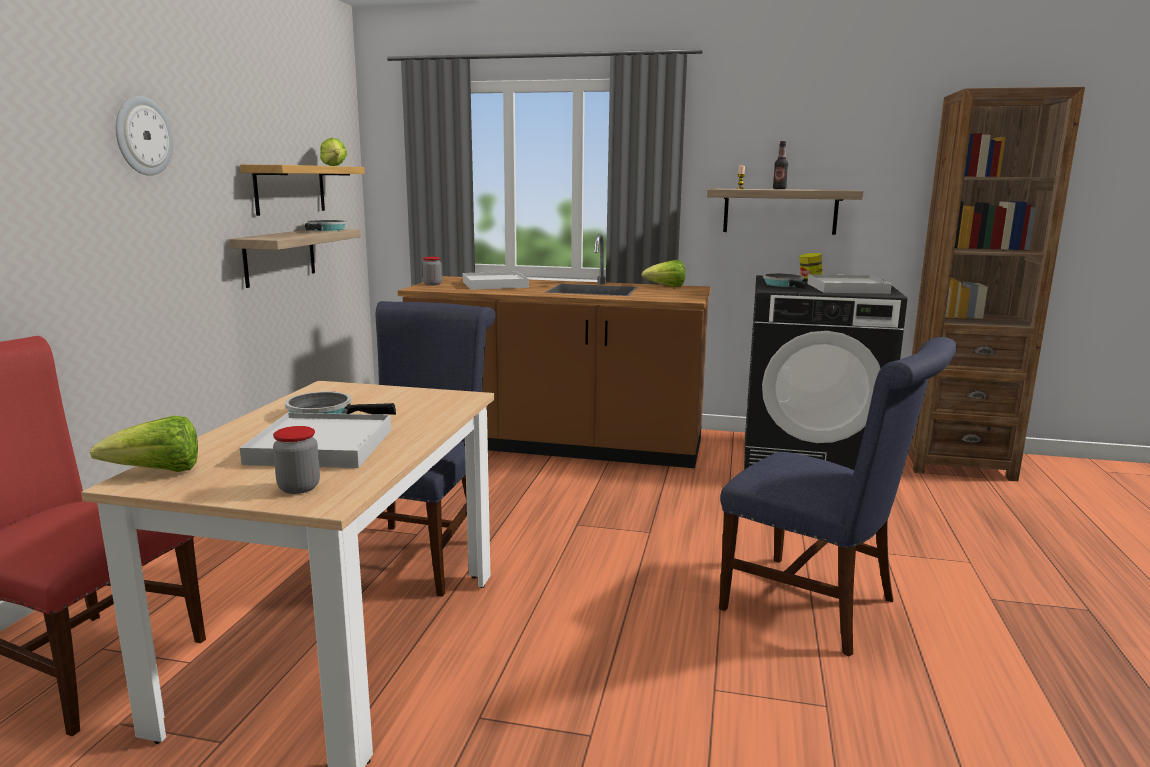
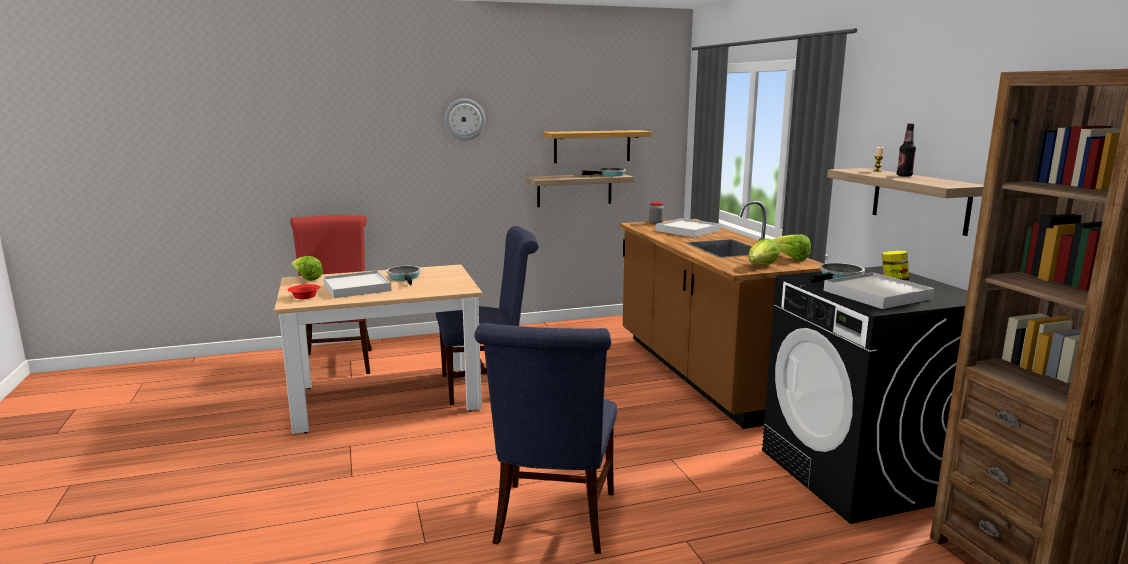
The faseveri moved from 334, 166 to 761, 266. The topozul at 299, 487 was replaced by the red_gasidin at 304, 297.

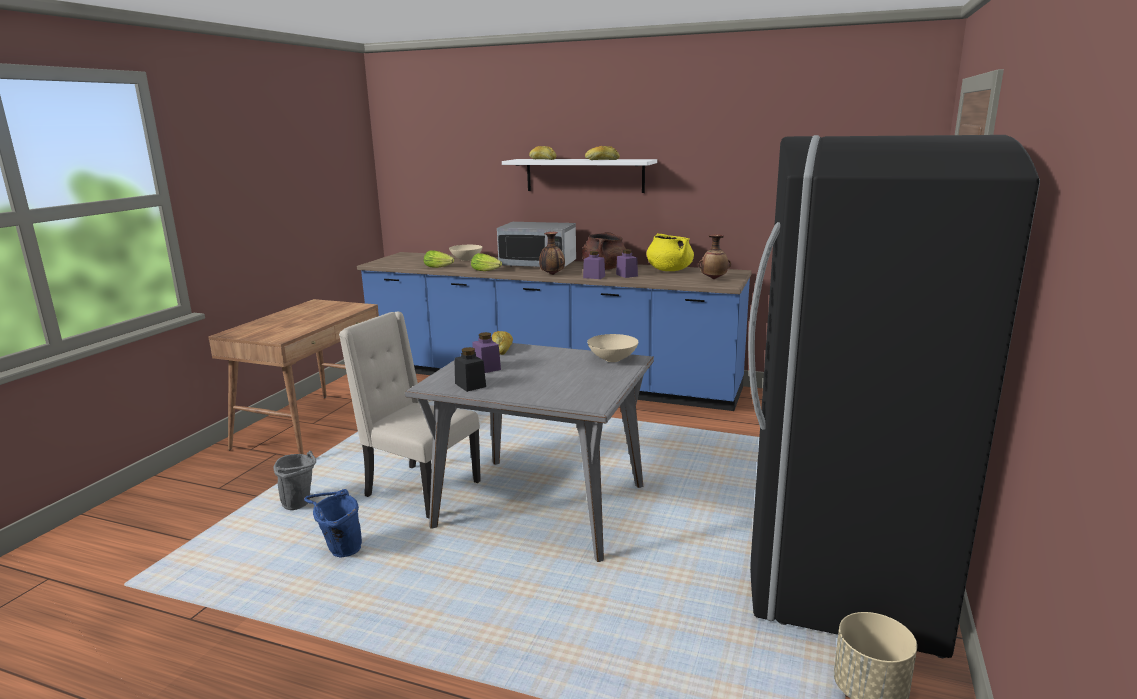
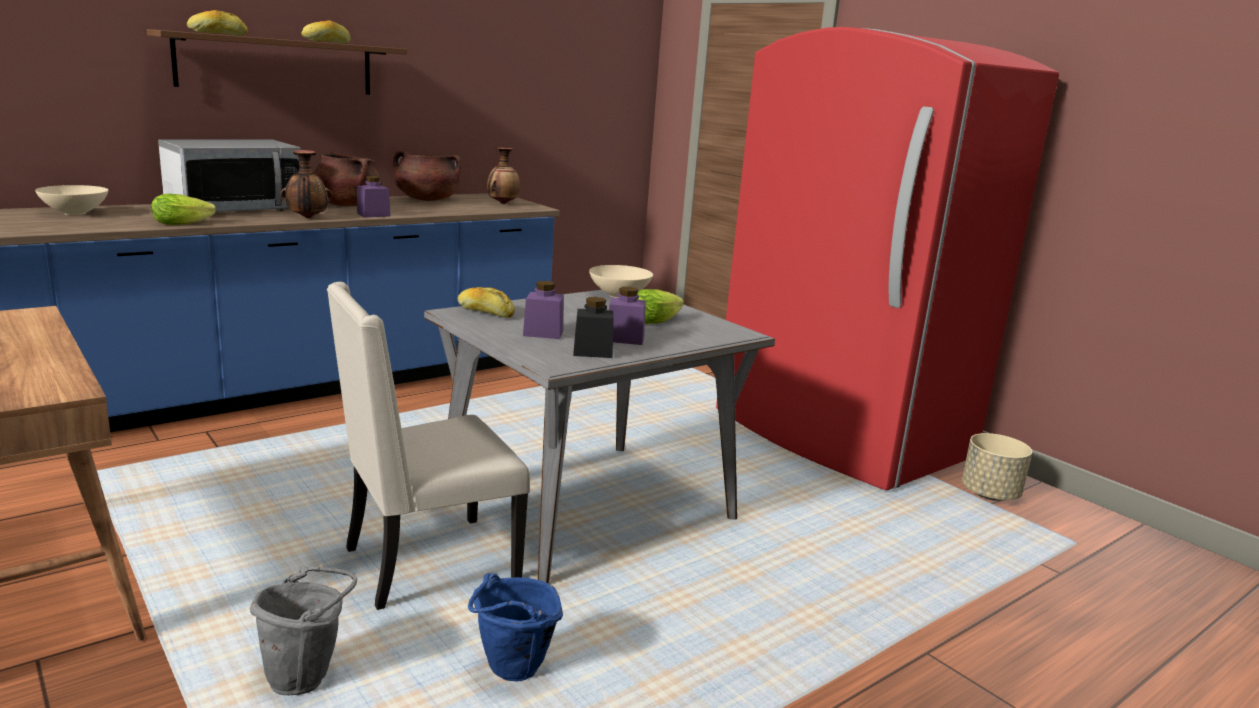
The faseveri moved from 439, 267 to 657, 320. The purple_topozul moved from 626, 275 to 625, 339. The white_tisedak at 584, 175 became the brown_tisedak at 276, 65. The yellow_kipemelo at 669, 270 became the brown_kipemelo at 427, 200. The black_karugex at 842, 564 became the red_karugex at 839, 436.

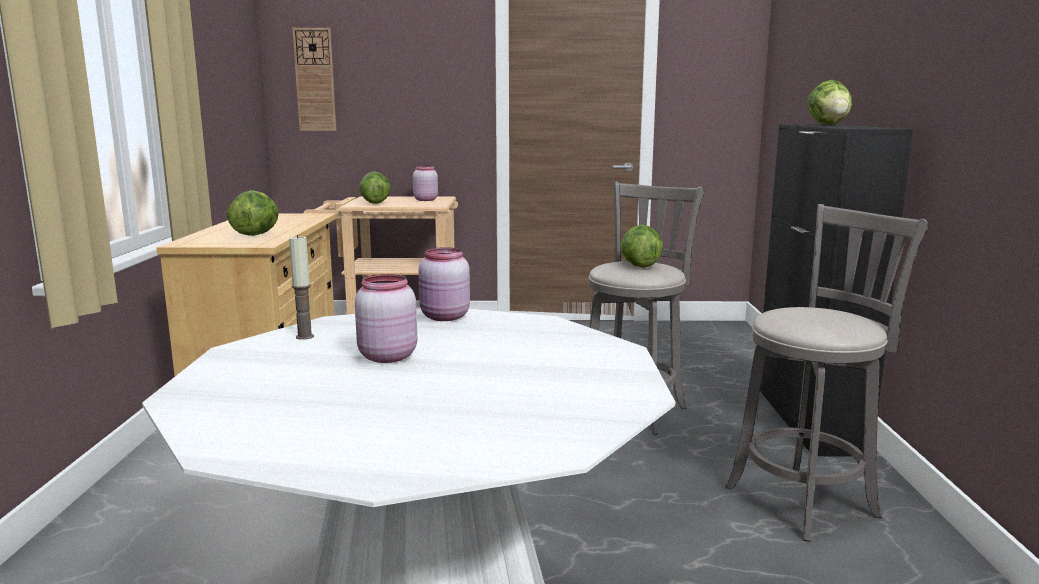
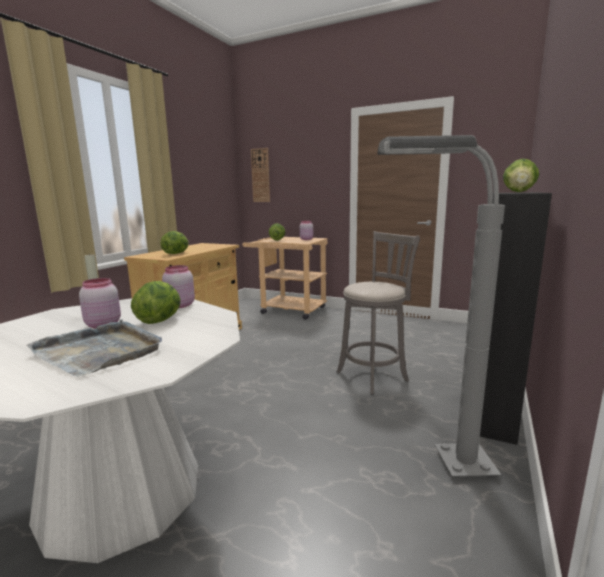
The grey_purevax at 100, 351 appeared. The faseveri moved from 639, 266 to 160, 320. The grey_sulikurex at 806, 500 was replaced by the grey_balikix at 432, 465.

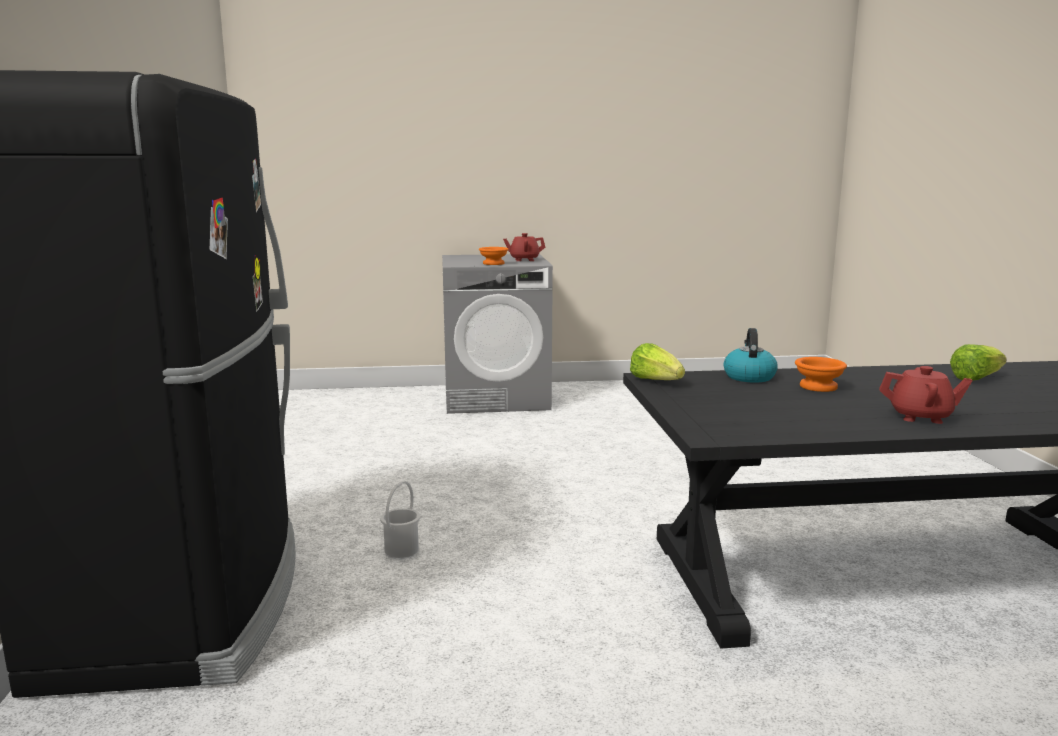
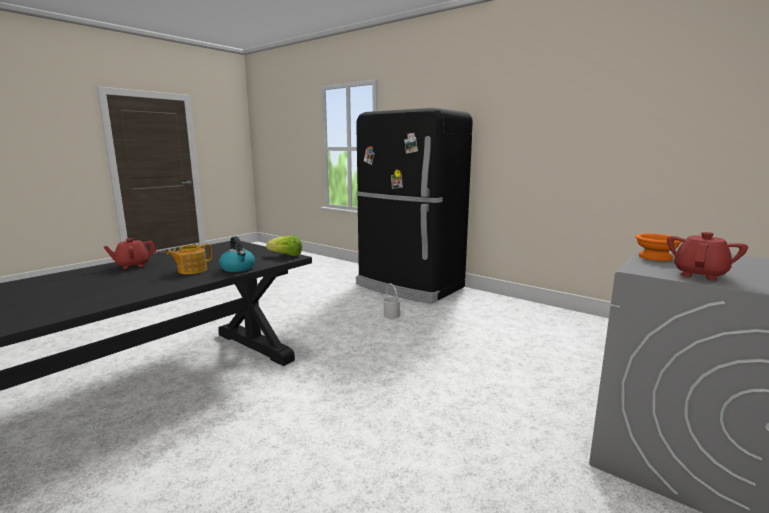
The faseveri at 975, 378 disappeared. The orange_gasidin at 817, 387 was replaced by the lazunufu at 191, 270.

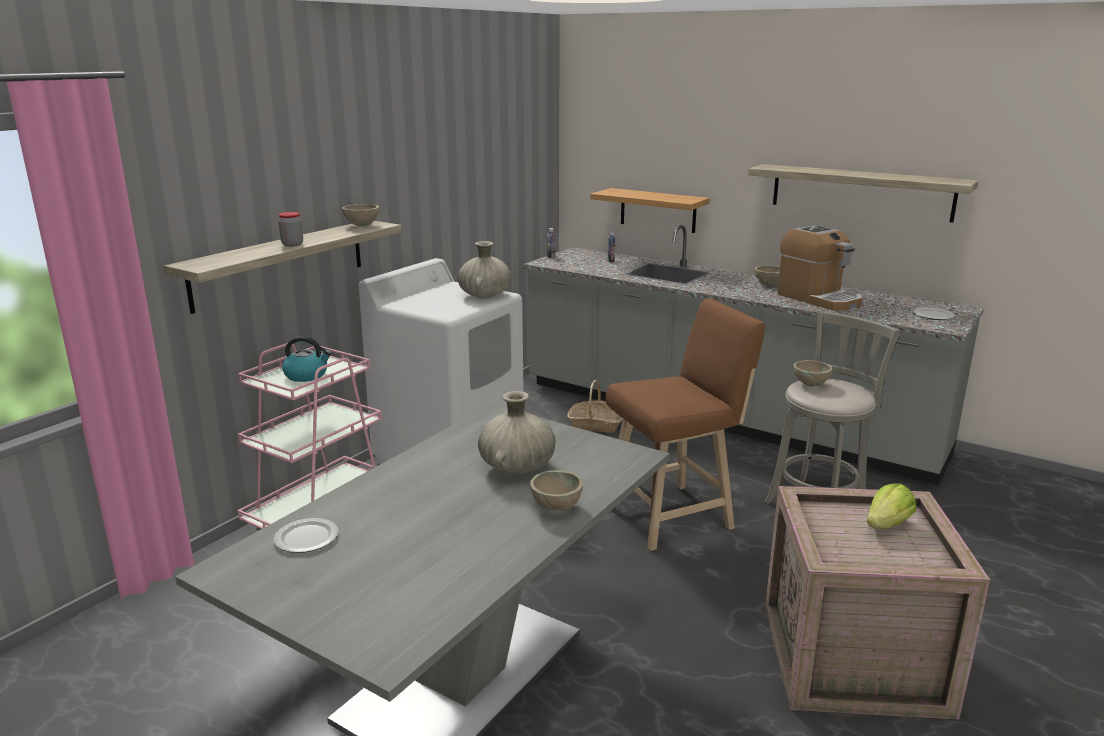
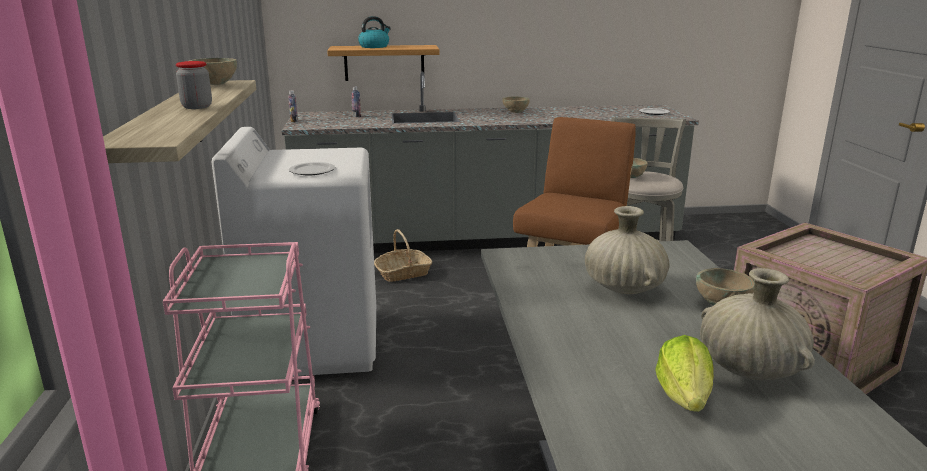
The tisedak at 861, 192 disappeared. The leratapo at 818, 298 disappeared. The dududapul moved from 307, 537 to 312, 170. The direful moved from 307, 375 to 374, 46. The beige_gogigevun moved from 485, 296 to 749, 368. The faseveri moved from 886, 525 to 684, 397.

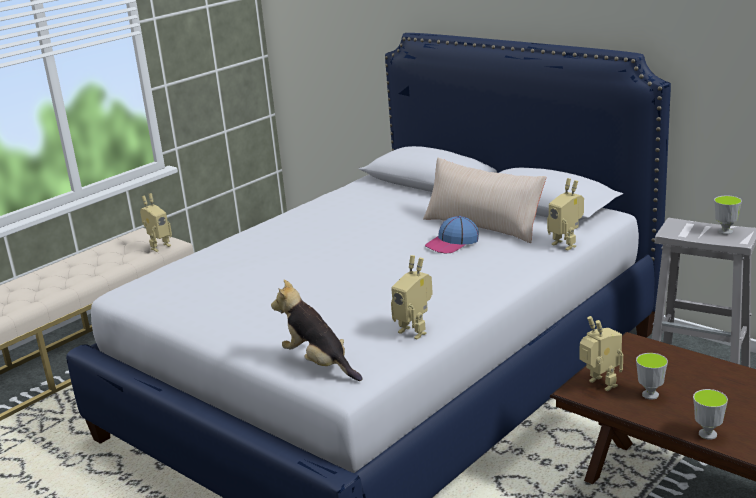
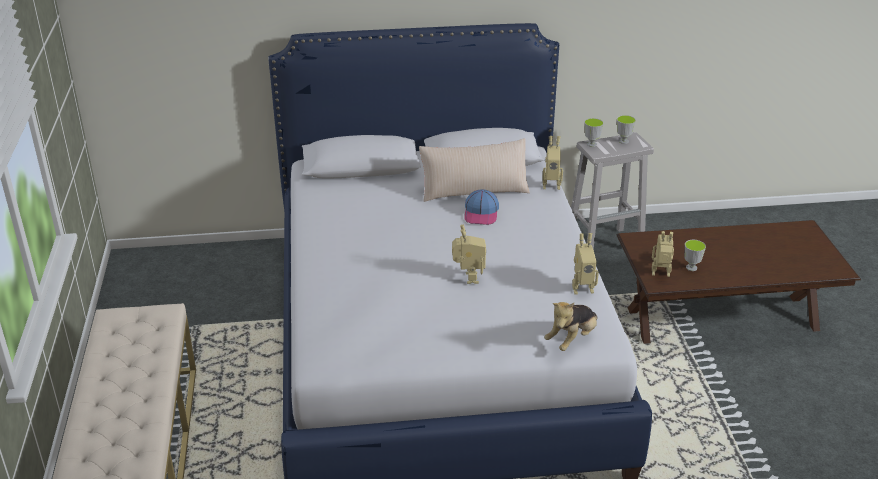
The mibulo moved from 159, 247 to 468, 278. The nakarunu moved from 707, 434 to 591, 144. The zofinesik at 319, 363 turned 45 degrees counterclockwise.

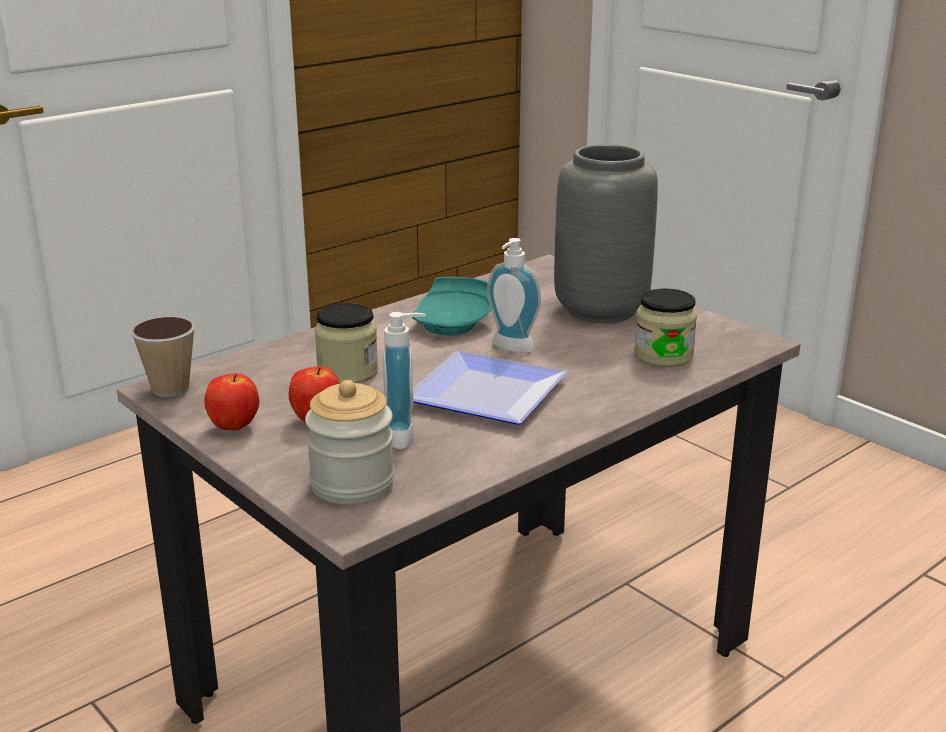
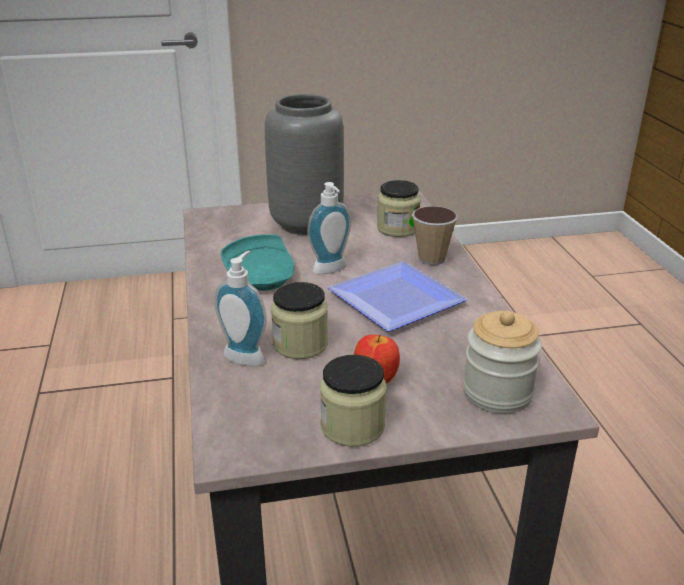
The nakarunu moved from 170, 389 to 431, 259. The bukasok moved from 406, 436 to 247, 355. The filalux at 234, 427 was replaced by the topozul at 352, 426.

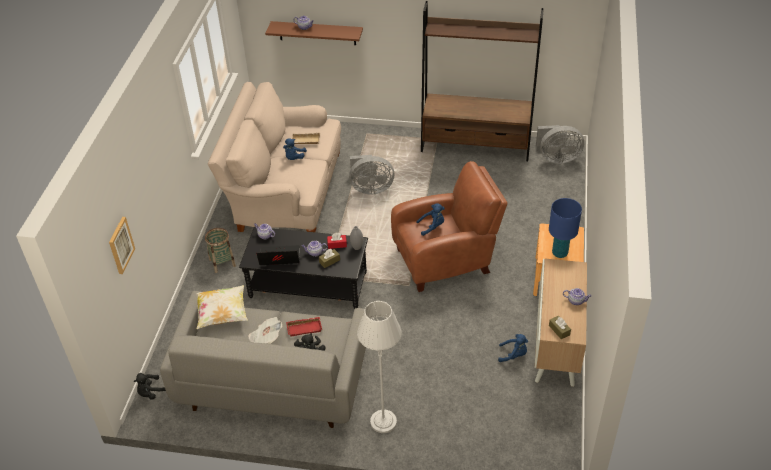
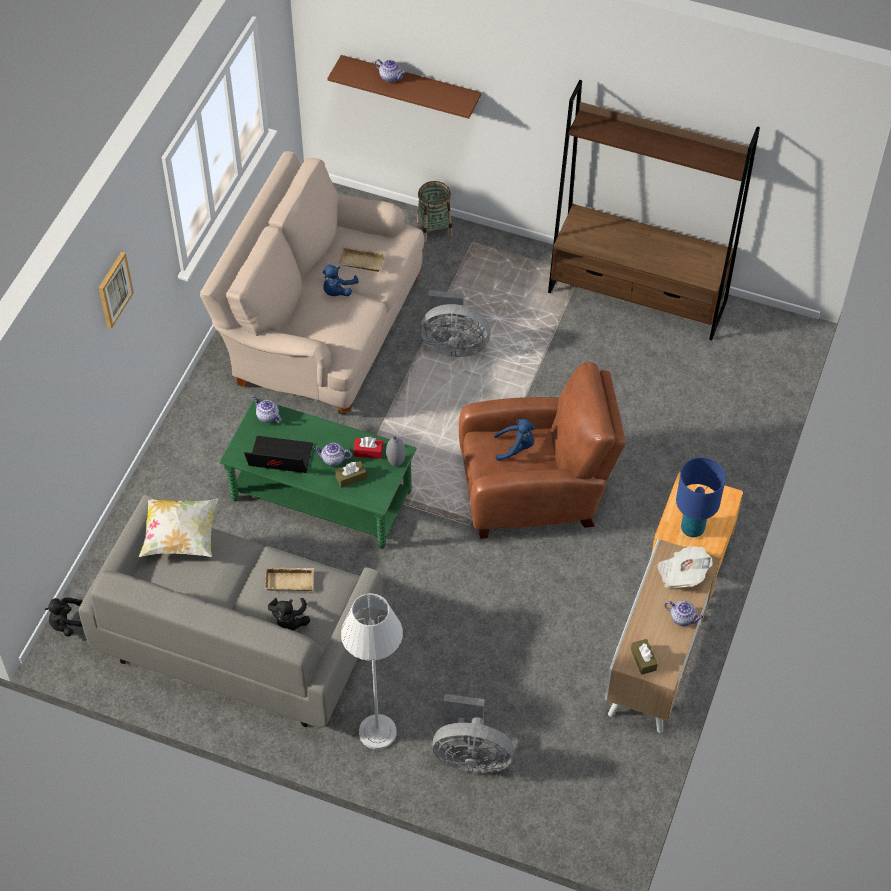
The blue_zofinesik at 513, 355 disappeared. The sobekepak moved from 120, 245 to 114, 289. The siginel moved from 222, 262 to 434, 229. The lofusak moved from 265, 339 to 682, 574. The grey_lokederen moved from 557, 158 to 471, 756. The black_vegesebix at 308, 285 became the green_vegesebix at 321, 495. The red_purevax at 304, 327 became the beige_purevax at 290, 580.

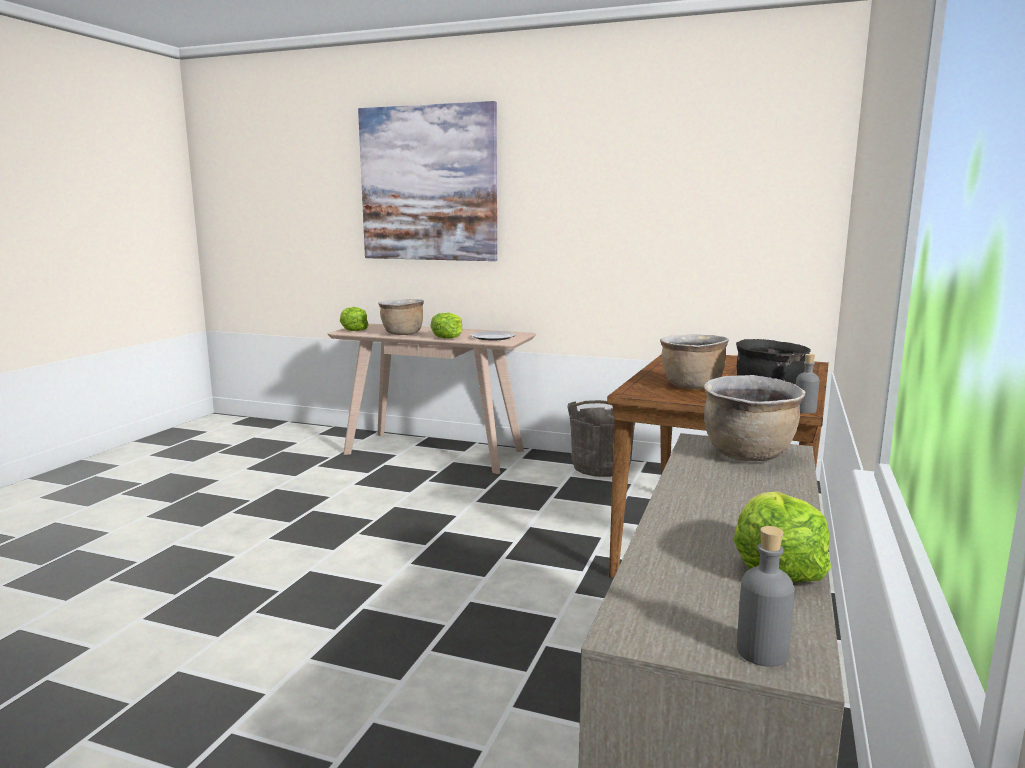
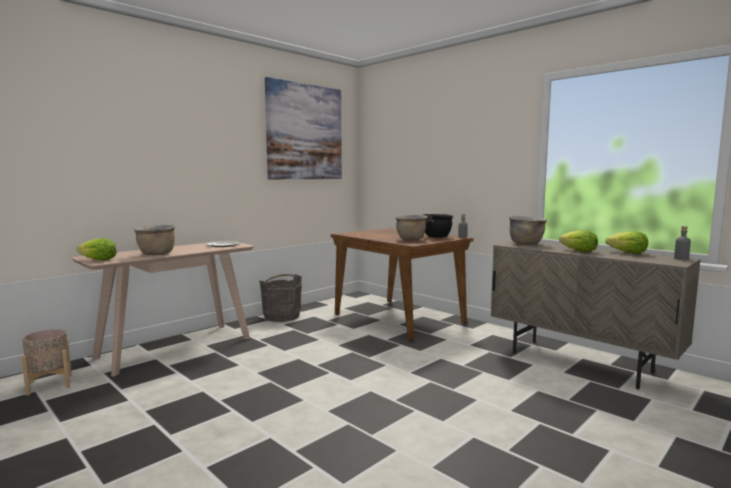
The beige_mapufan at 49, 384 appeared. The sobekepak moved from 428, 184 to 305, 132. The faseveri moved from 448, 337 to 579, 251.

